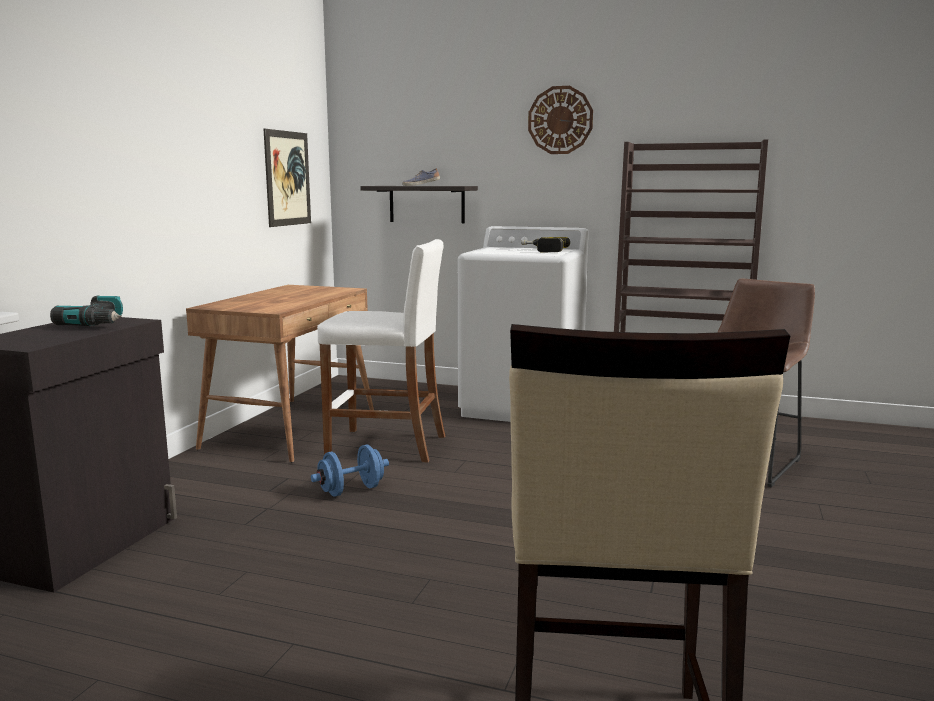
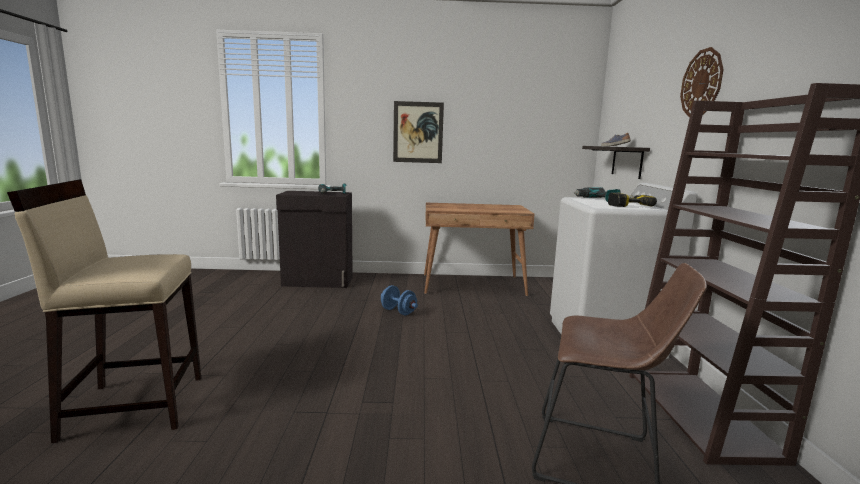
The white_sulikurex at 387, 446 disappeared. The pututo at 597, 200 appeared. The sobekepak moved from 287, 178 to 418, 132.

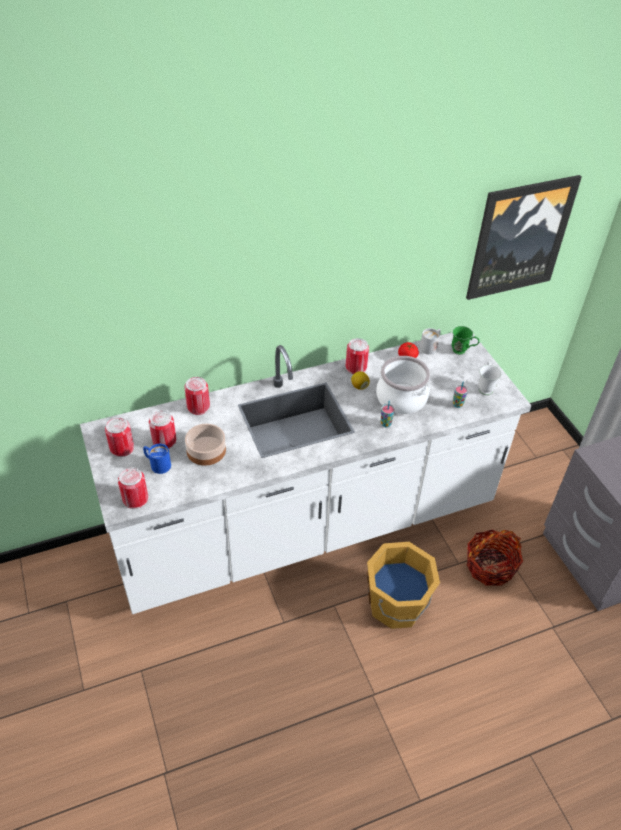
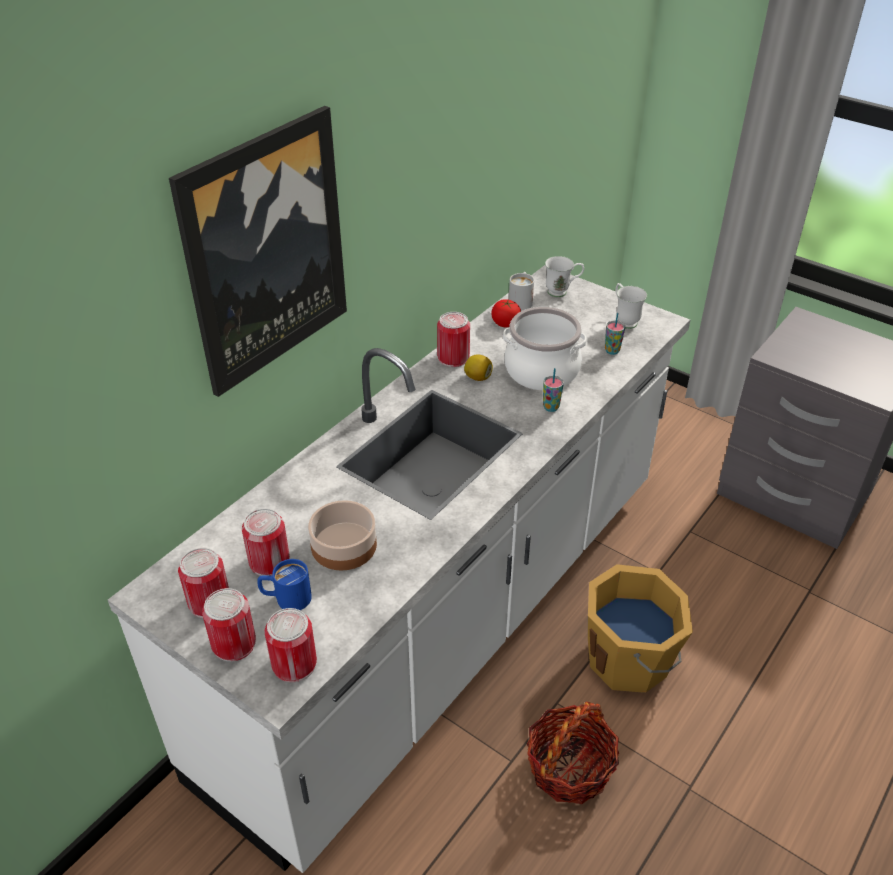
The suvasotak moved from 198, 407 to 234, 643. The sobekepak moved from 519, 237 to 265, 251. The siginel moved from 490, 566 to 569, 768. The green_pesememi at 462, 351 became the white_pesememi at 562, 292.

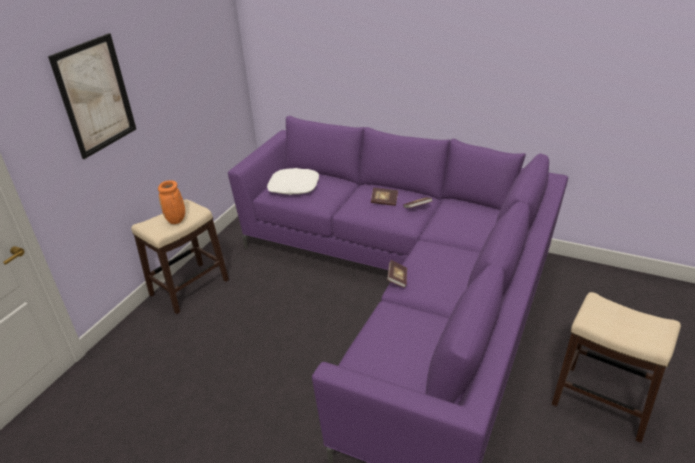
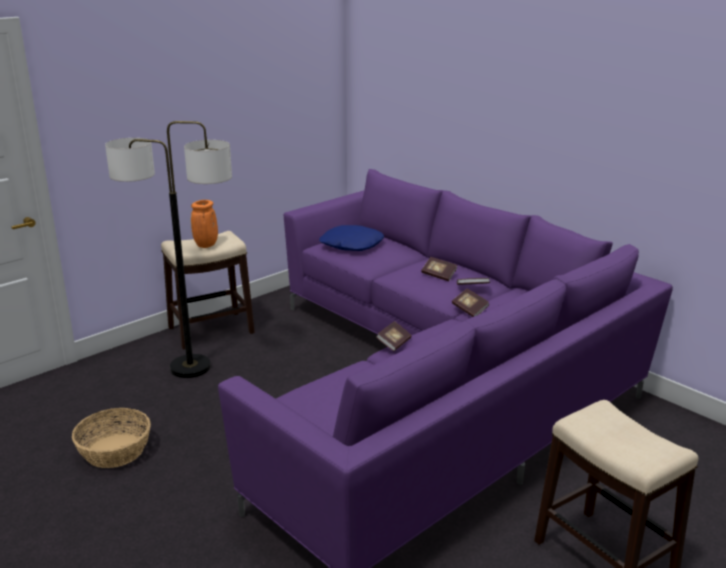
The sobekepak at 95, 96 disappeared. The siginel at 115, 450 appeared. The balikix at 190, 367 appeared. The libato at 470, 310 appeared. The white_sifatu at 293, 187 became the blue_sifatu at 351, 245.

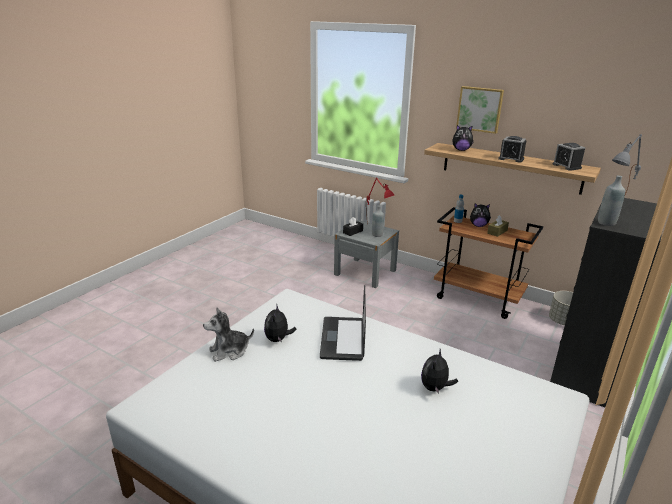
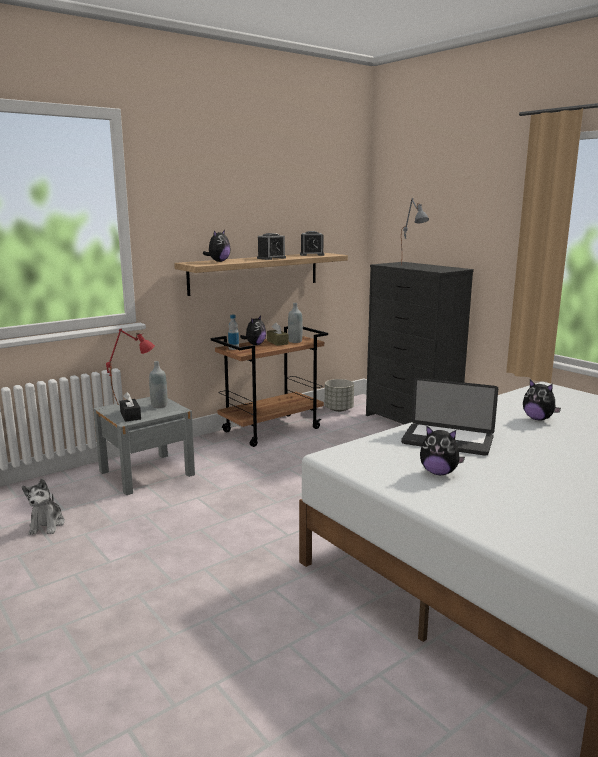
The sobekepak at 480, 109 disappeared. The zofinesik moved from 229, 351 to 47, 525. The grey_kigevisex moved from 606, 223 to 295, 341.

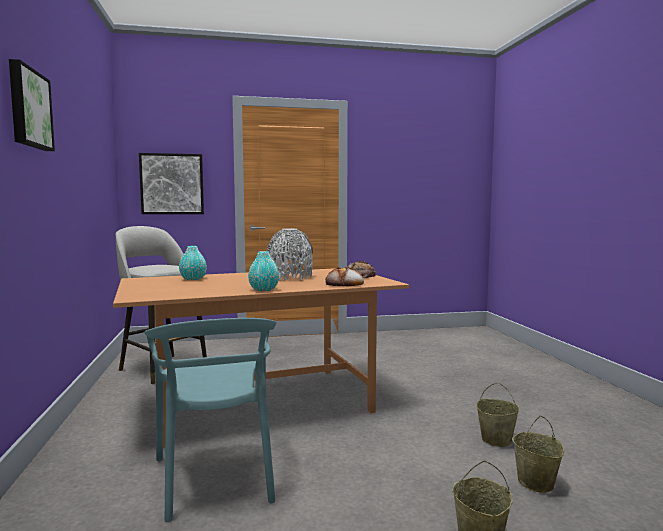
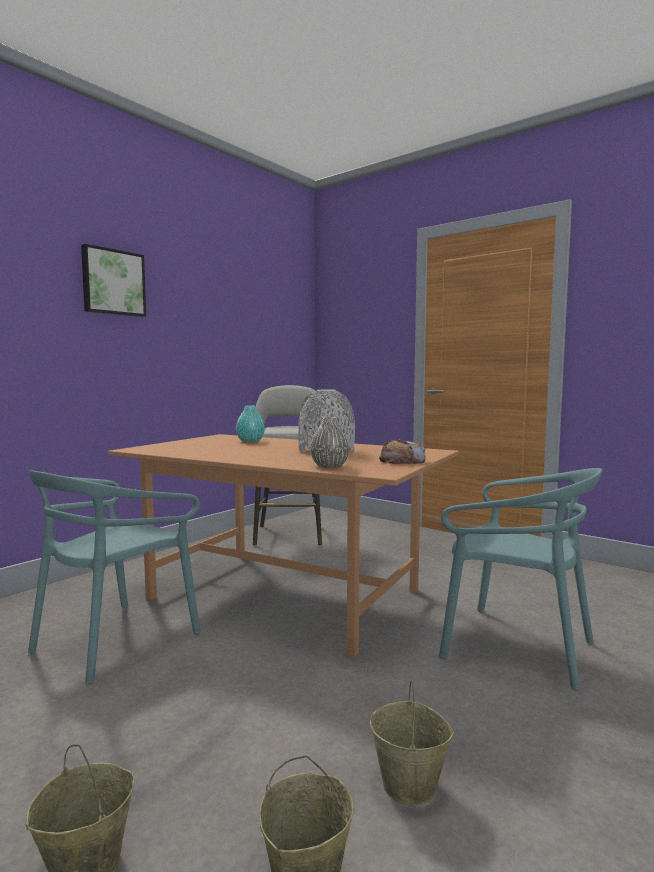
The sobekepak at 172, 184 disappeared. The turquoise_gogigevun at 264, 290 disappeared. The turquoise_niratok at 516, 646 appeared. The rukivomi at 345, 284 was replaced by the grey_gogigevun at 329, 466.

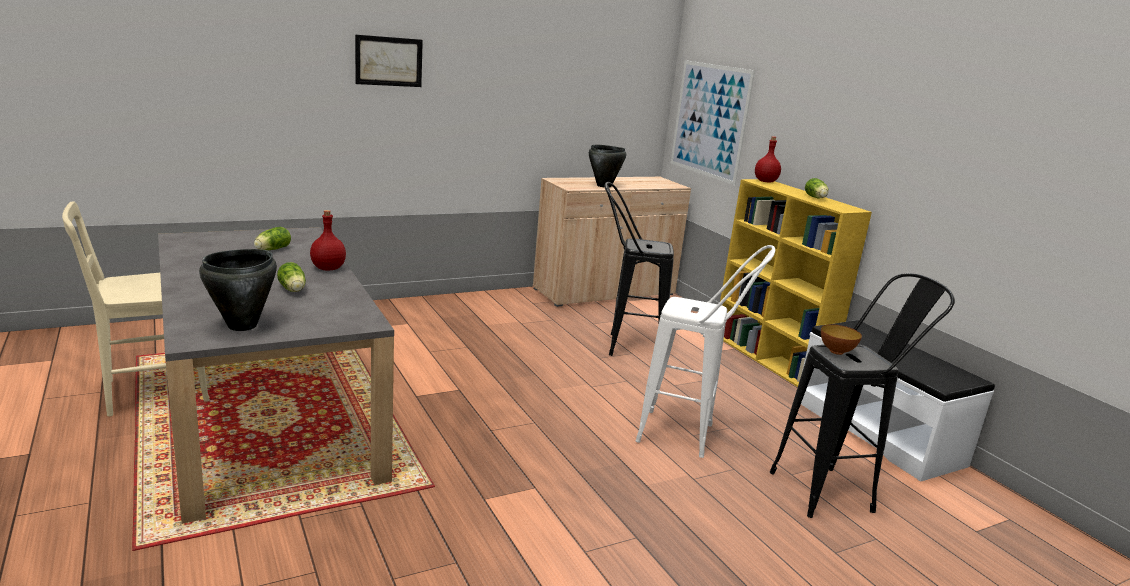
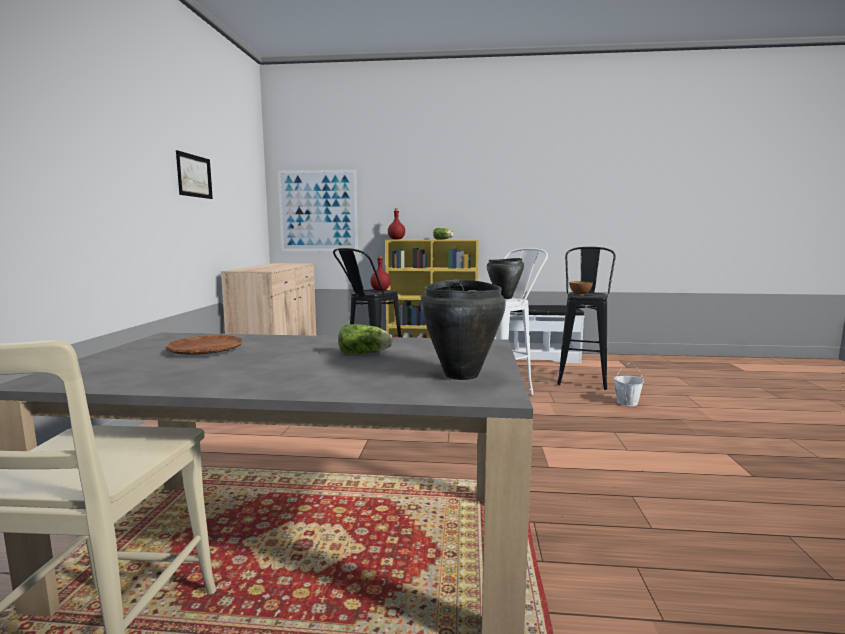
The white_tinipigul at 626, 403 appeared. The red_kigevisex moved from 327, 268 to 380, 290. The sobekepak moved from 389, 61 to 194, 176. The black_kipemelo moved from 604, 186 to 504, 298. The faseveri at 271, 249 was replaced by the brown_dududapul at 205, 350.

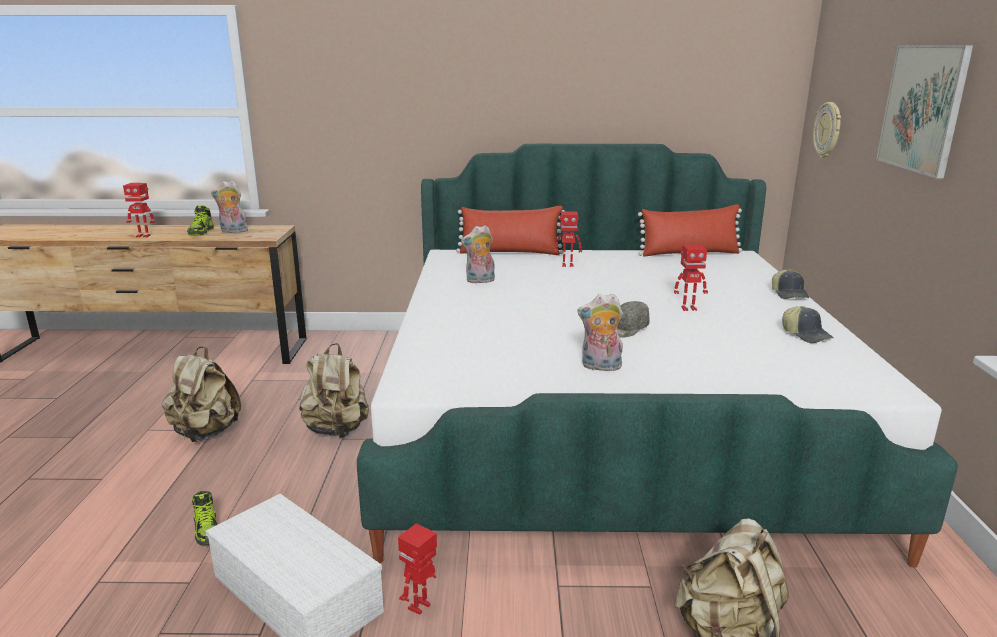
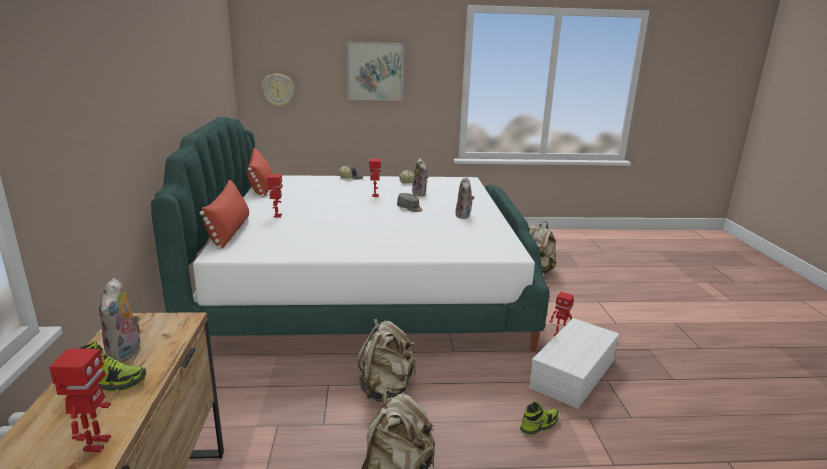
The zofinesik moved from 480, 281 to 420, 194.

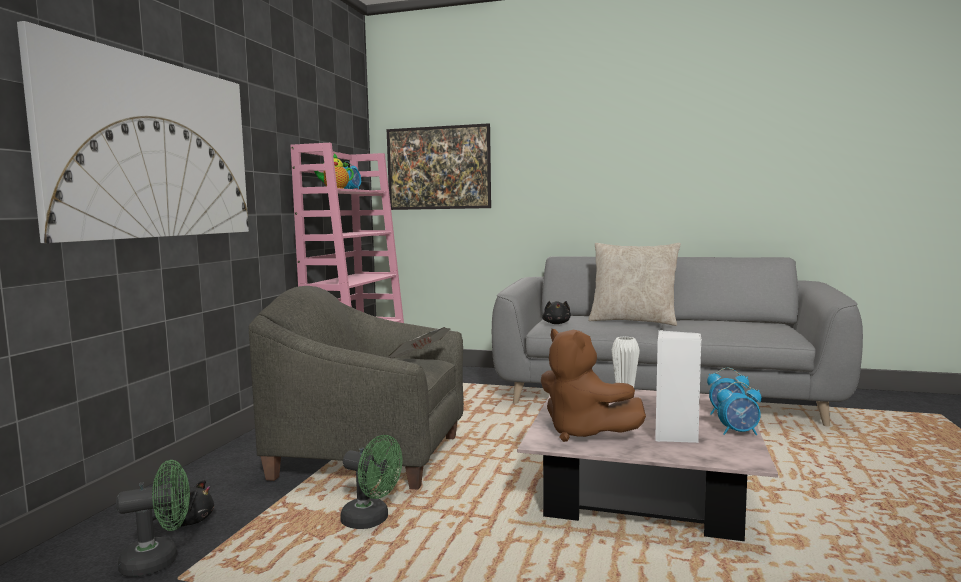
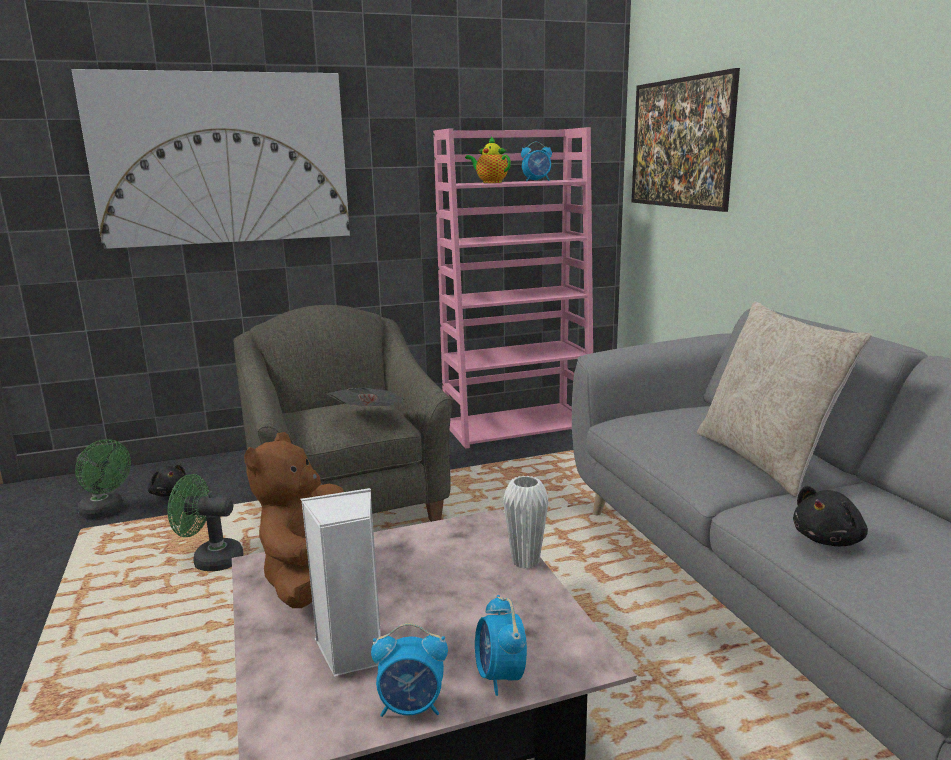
The black_zofinesik moved from 556, 323 to 829, 539. The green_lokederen at 371, 520 turned 105 degrees clockwise. The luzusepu at 738, 432 turned 60 degrees counterclockwise.

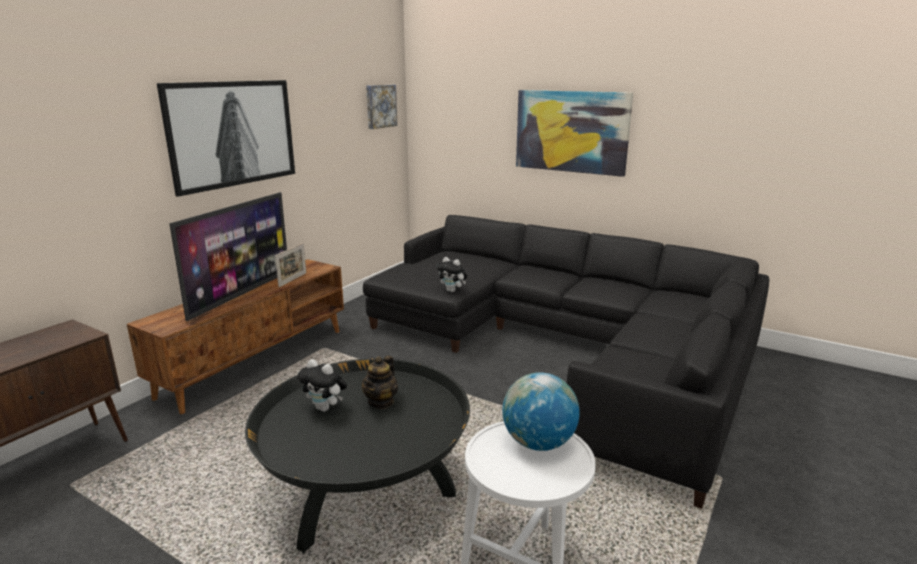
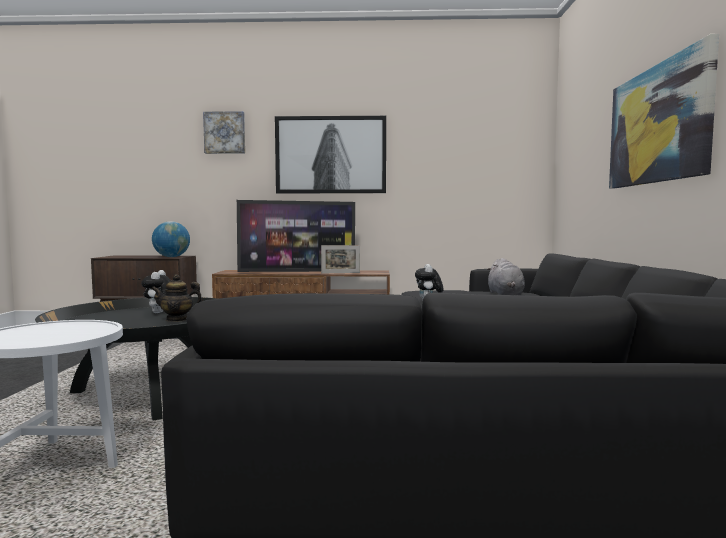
The grey_zofinesik at 505, 294 appeared. The sobekepak moved from 380, 106 to 225, 133. The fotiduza moved from 538, 443 to 171, 257.

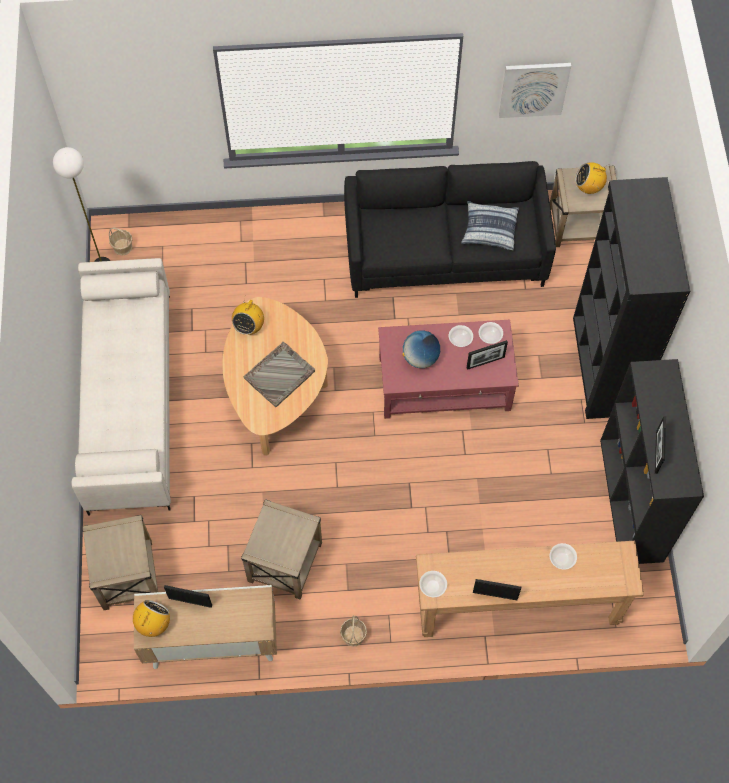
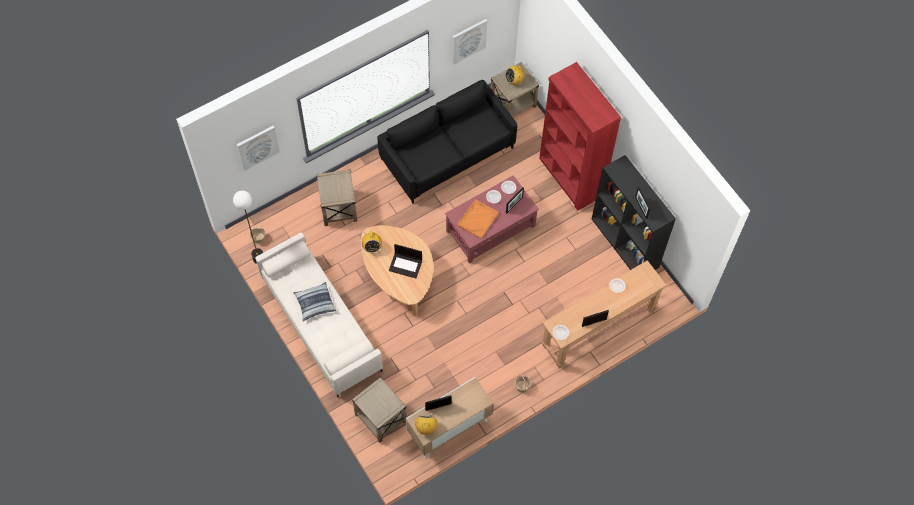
The sobekepak at 257, 147 appeared. The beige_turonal moved from 285, 561 to 338, 207. The sifatu moved from 489, 229 to 314, 303. The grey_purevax at 280, 374 was replaced by the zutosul at 406, 265. The fotiduza at 420, 358 was replaced by the orange_purevax at 478, 219. The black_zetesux at 603, 366 became the red_zetesux at 570, 177.

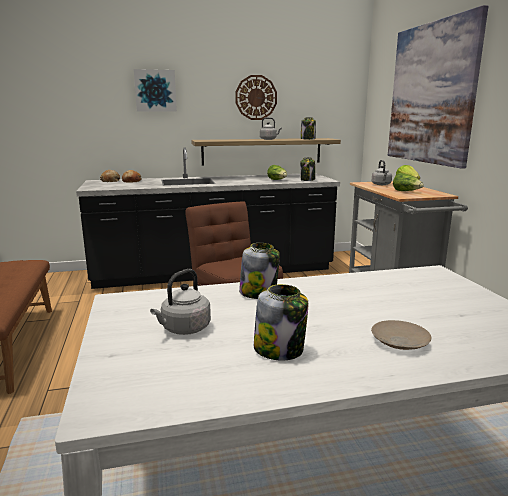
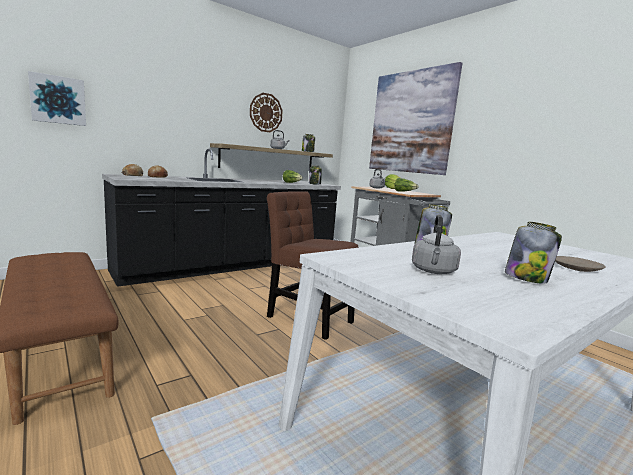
The sobekepak moved from 155, 91 to 58, 100.

